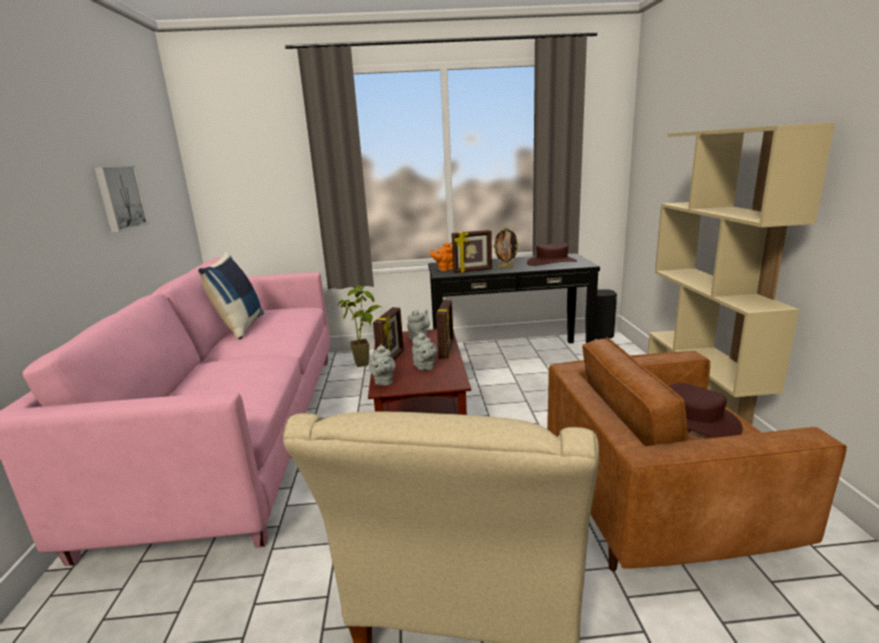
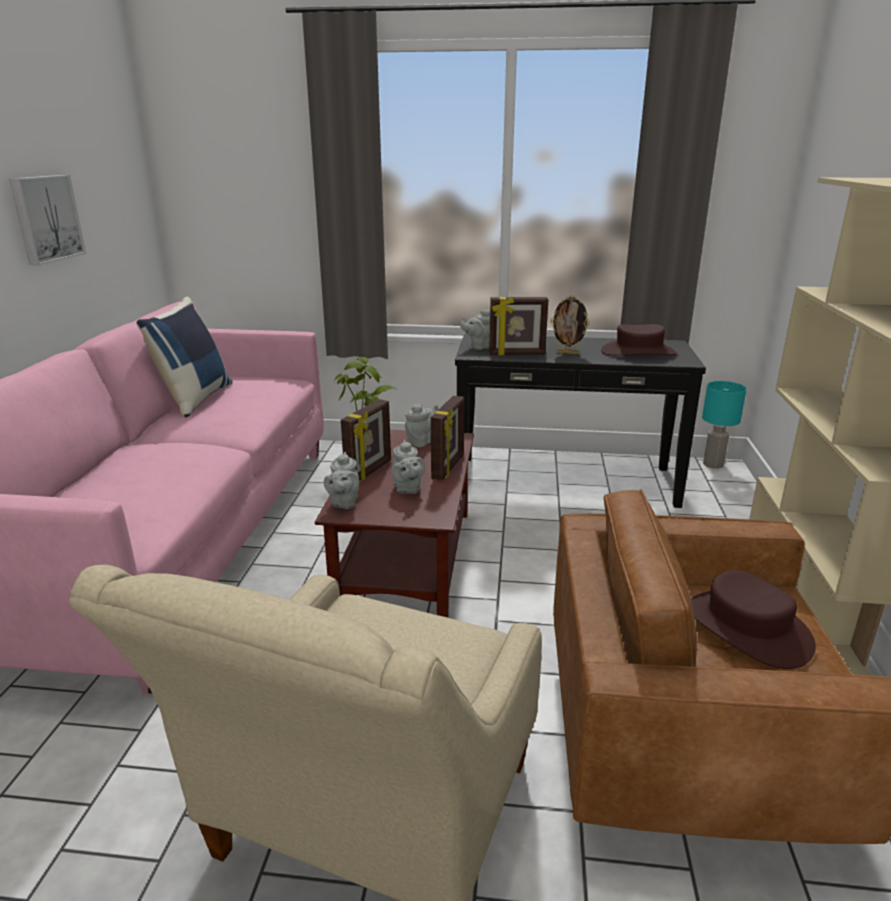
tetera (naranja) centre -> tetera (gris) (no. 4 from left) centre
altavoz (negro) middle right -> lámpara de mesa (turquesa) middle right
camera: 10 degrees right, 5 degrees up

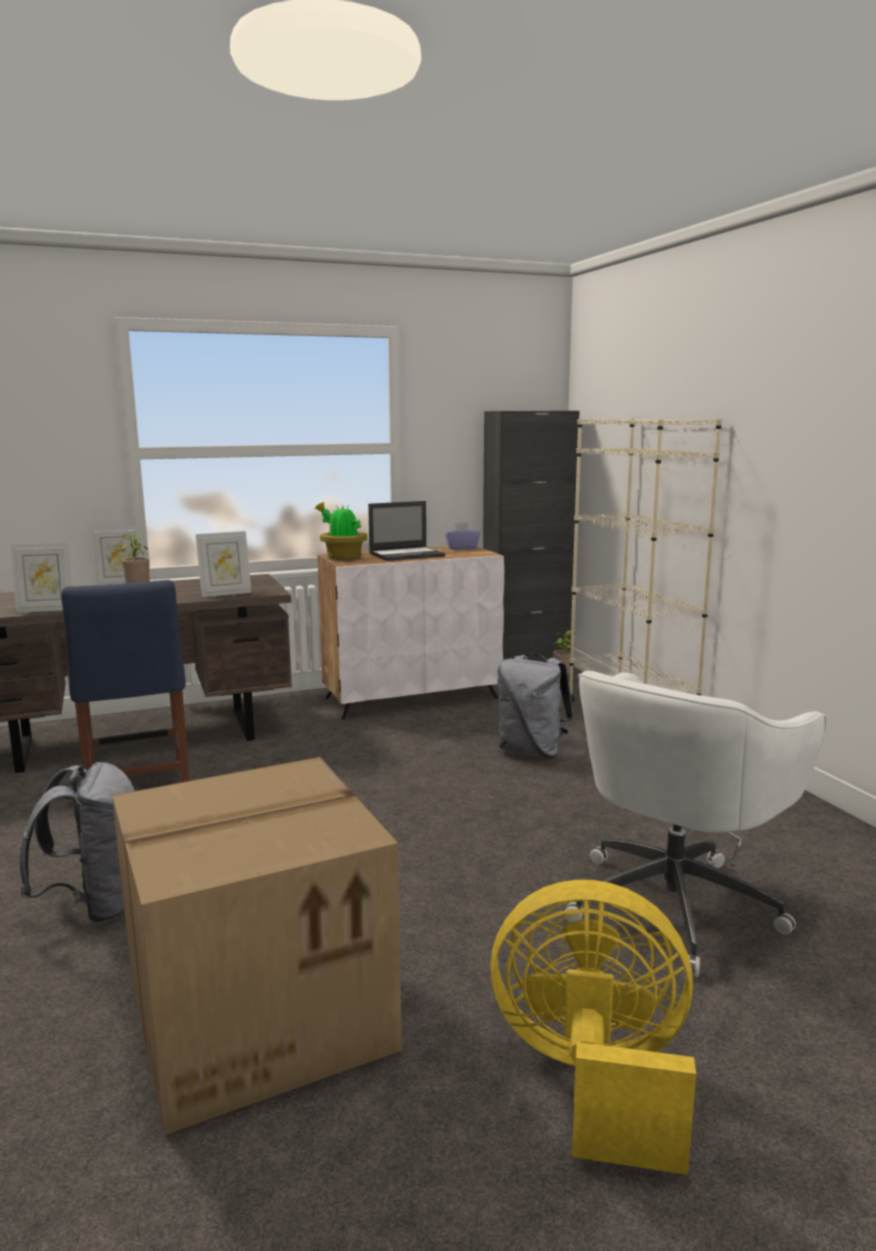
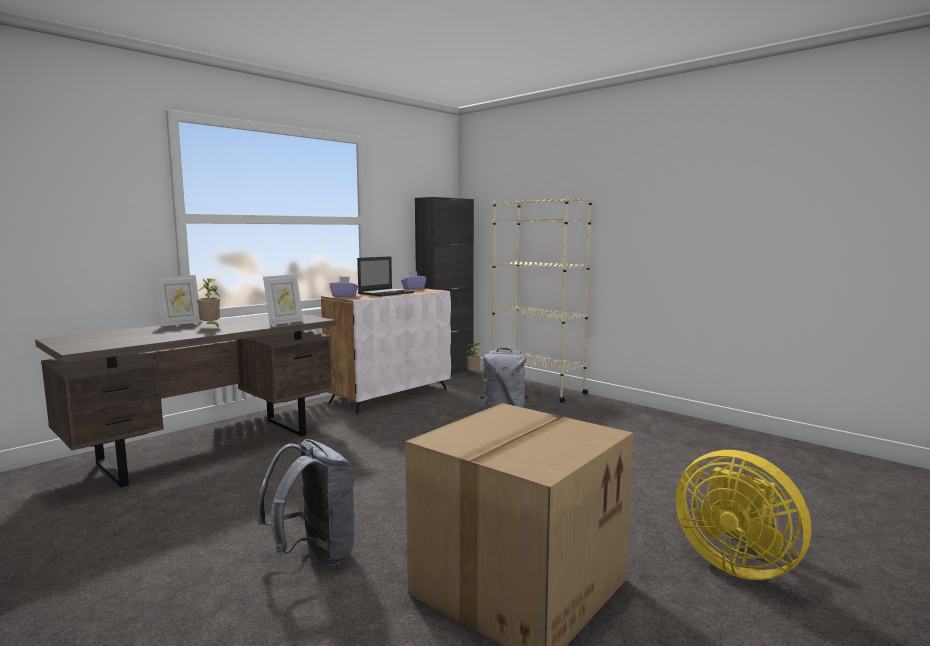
portarretratos (no. 1 from left) middle left -> none
silla (azul) middle left -> none
planta en maceta (no. 2 from left) centre -> caja de pañuelos (morado) (no. 1 from left) centre
ventilador (amarillo) bottom right, 120 degrees counterclockwise
silla de oficina (blanco) middle right -> none
camera: 25 degrees left, 5 degrees down

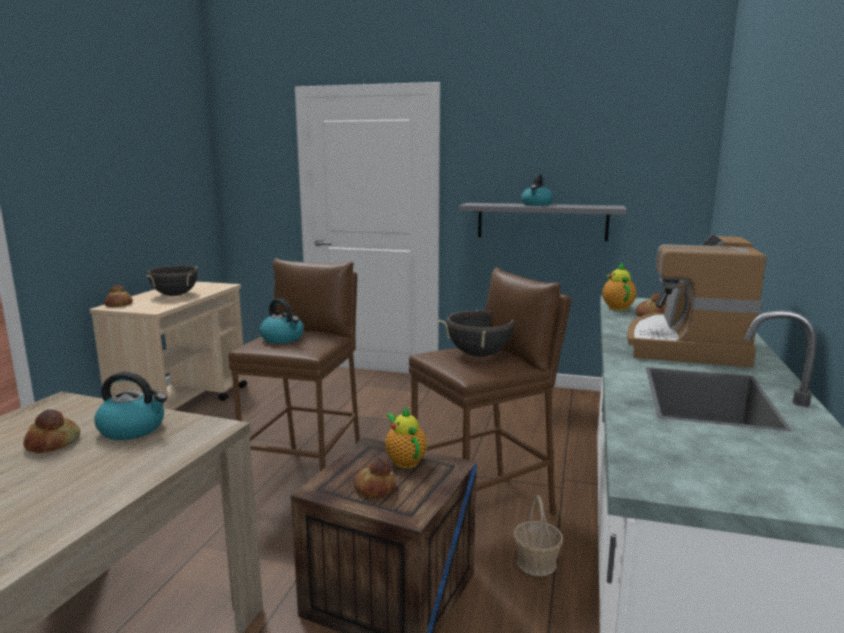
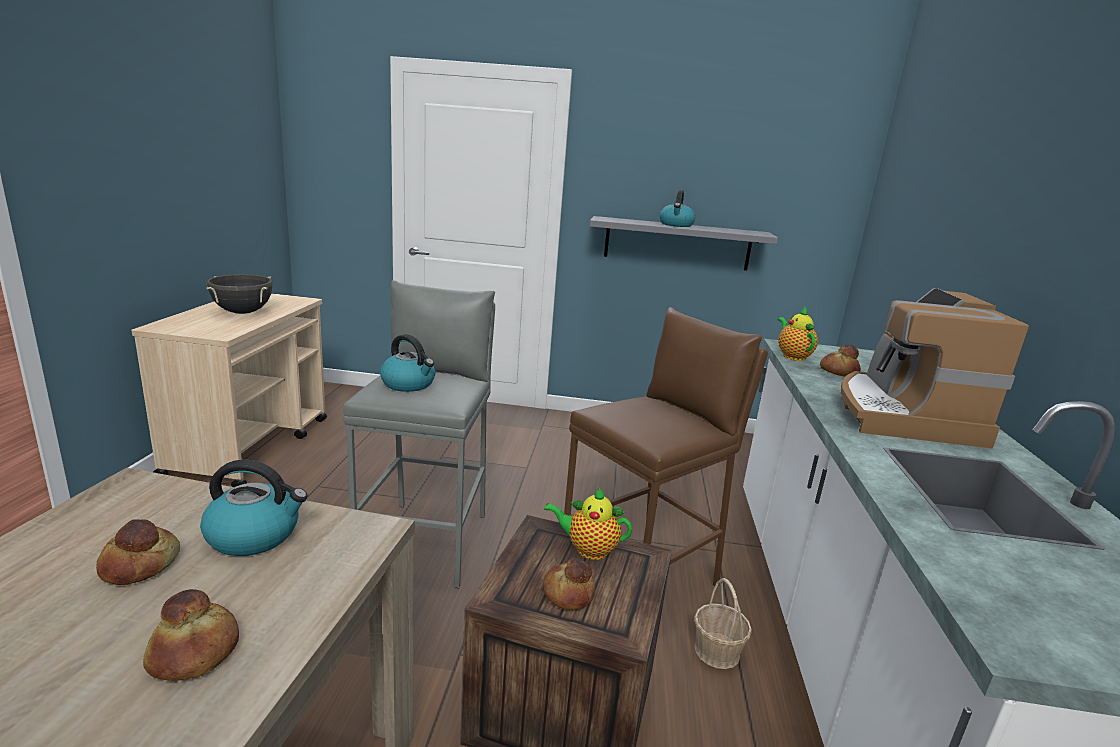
pan (no. 2 from left) middle left -> pan (no. 2 from left) bottom left, shifted
taburete (marrón) (no. 1 from left) centre -> taburete (gris) centre
tetera (no. 1 from left) bottom centre, 45 degrees counterclockwise
olla (negro) (no. 2 from left) centre -> none
camera: 10 degrees left, 5 degrees up

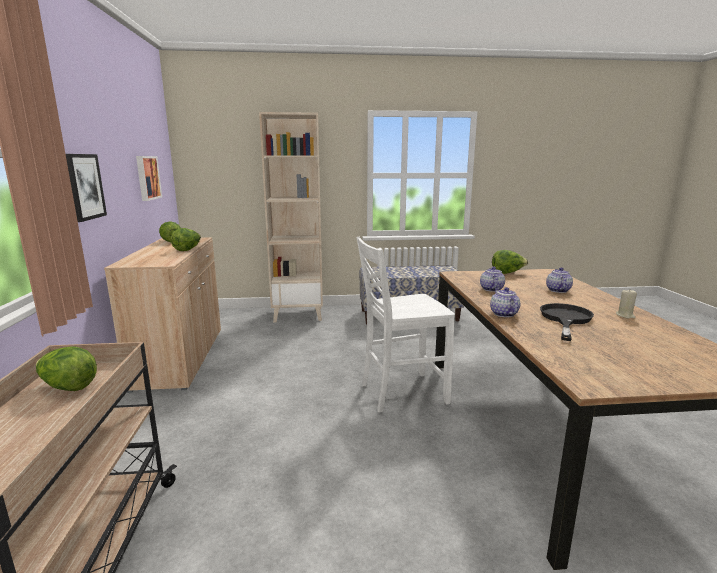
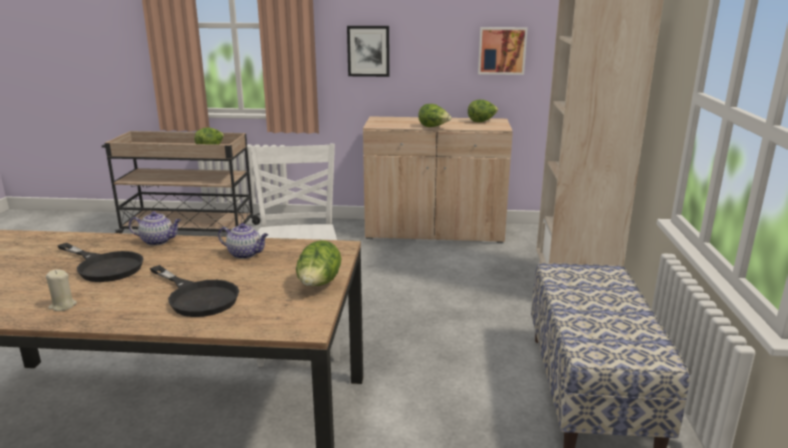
tetera (no. 3 from left) middle right -> sartén (negro) (no. 2 from left) middle left
camera: 100 degrees right, 5 degrees up

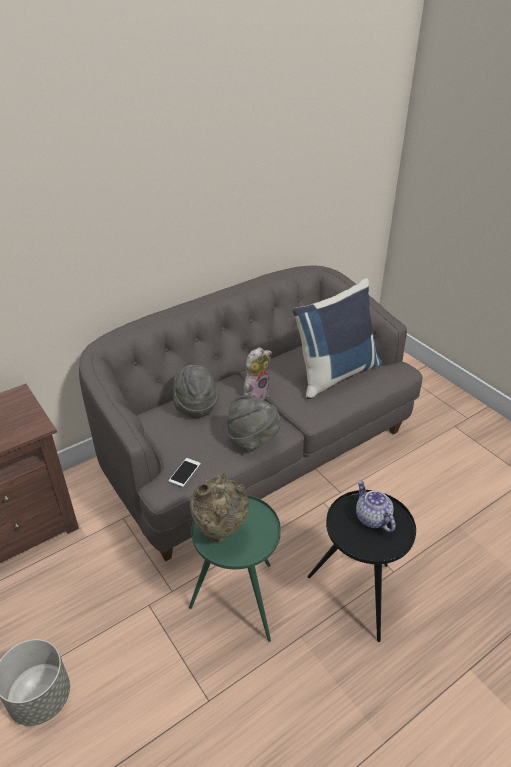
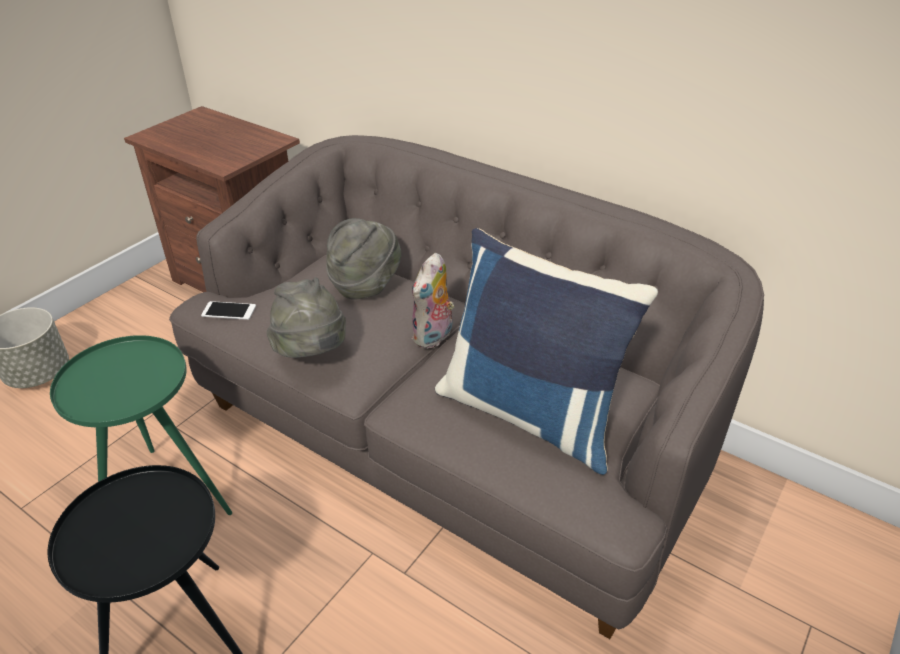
florero (beis) centre -> none
peluche centre, 90 degrees clockwise
tetera middle right -> none
camera: 70 degrees right, 0 degrees up

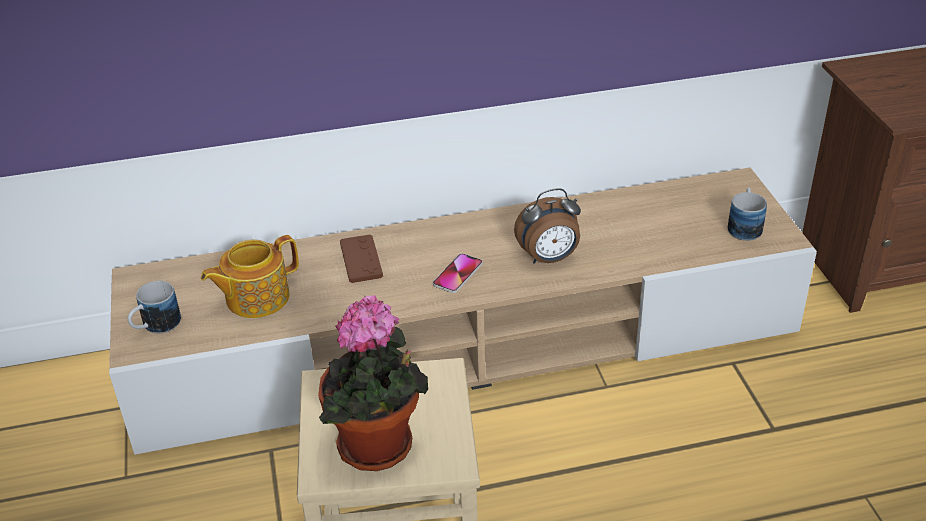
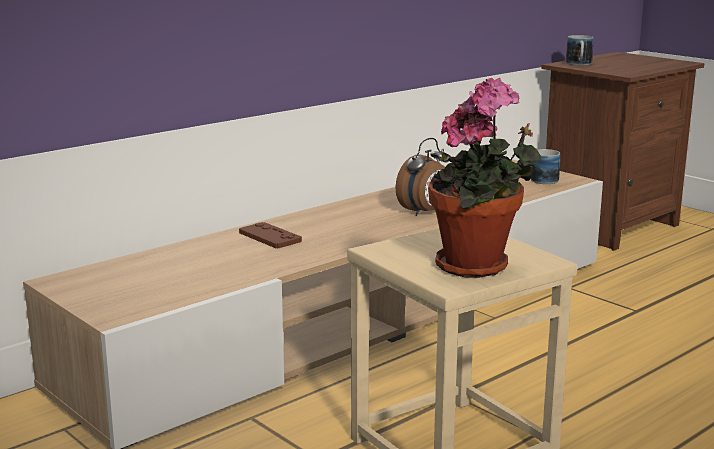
taza grande (no. 1 from left in the first image) middle left -> taza grande (no. 2 from left) top right, shifted
tetera middle left -> none
móvil centre -> none
camera: 30 degrees left, 20 degrees down

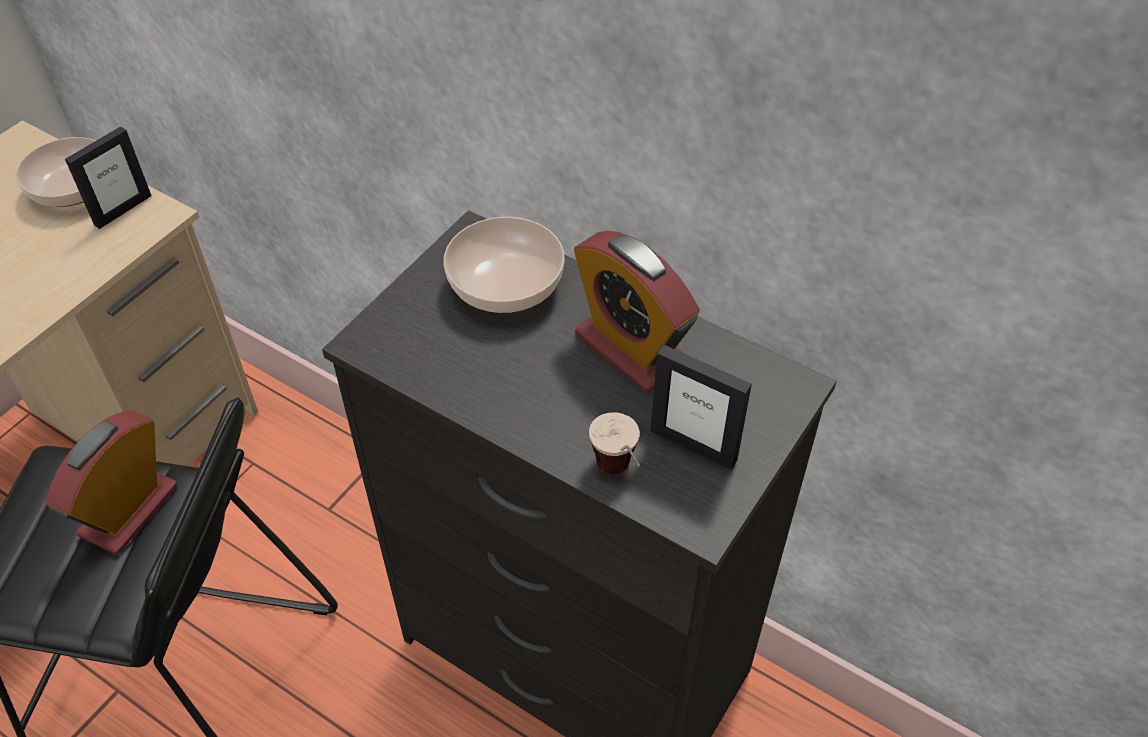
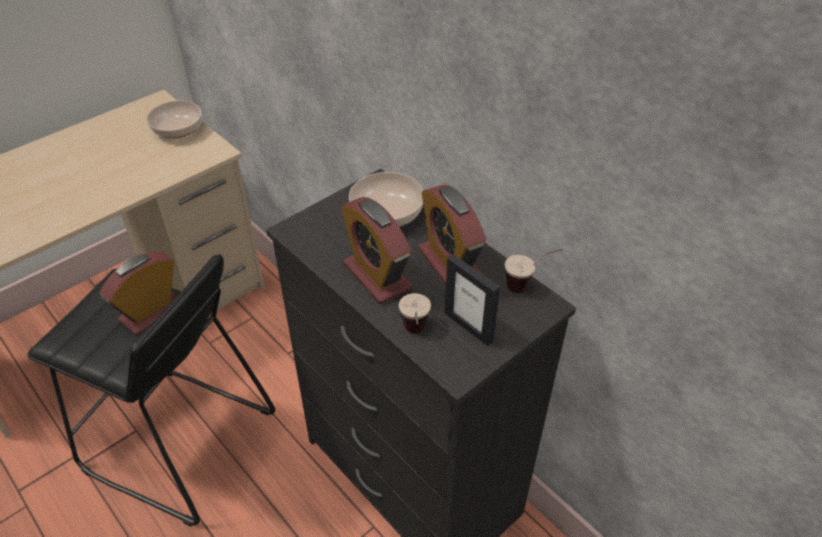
portarretratos (no. 1 from left) top left -> none
none -> despertador (no. 2 from left) centre
none -> taza (no. 2 from left) centre
camera: 15 degrees right, 5 degrees down

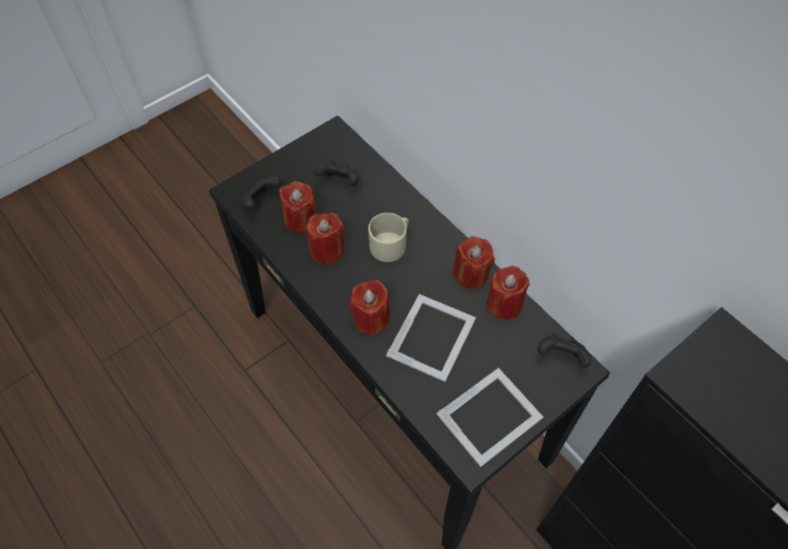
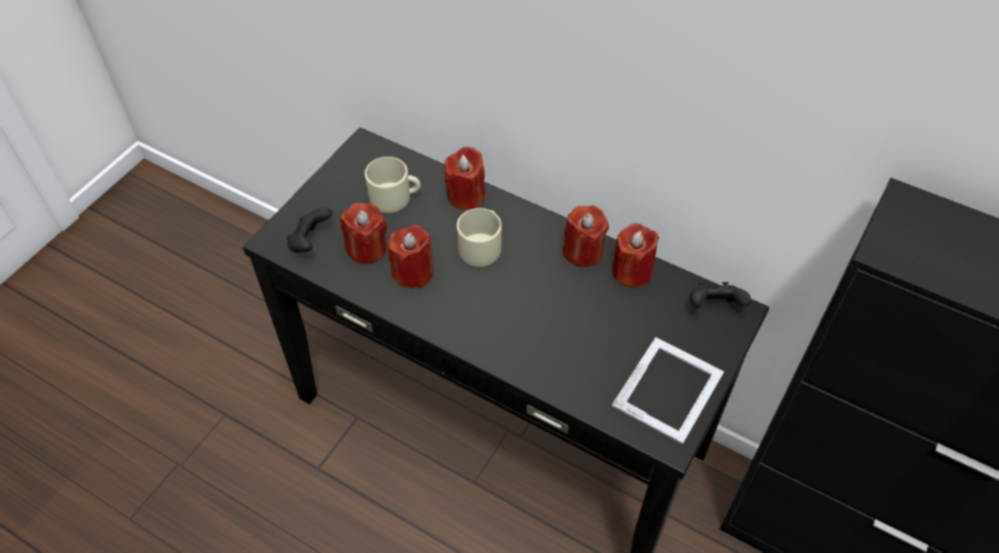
mando de consola (negro) (no. 2 from left) top centre -> taza grande (beis) (no. 1 from left) centre
vela (rojo) (no. 3 from left) centre -> vela (rojo) (no. 3 from left) top centre, shifted
portarretratos (no. 1 from left) centre -> none
camera: 20 degrees left, 5 degrees down

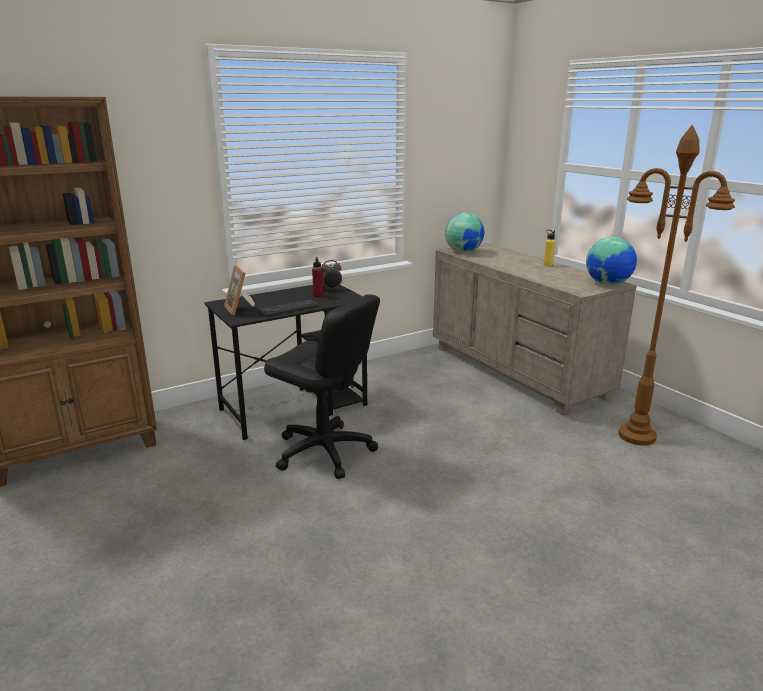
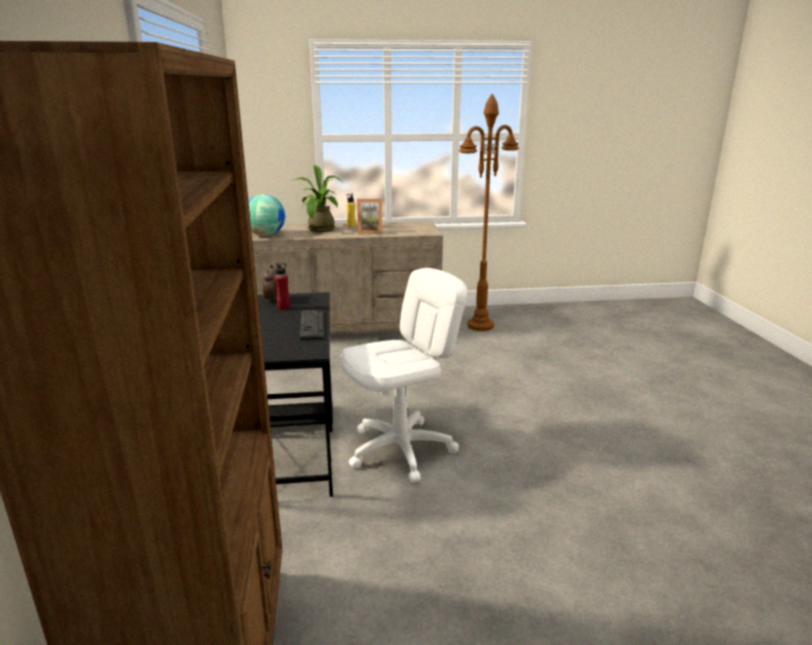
portarretratos middle left -> portarretratos centre, shifted
silla de oficina (negro) centre -> silla de oficina (blanco) centre
globo terráqueo (no. 2 from left) middle right -> none
none -> planta en maceta top centre
camera: 65 degrees left, 0 degrees up

